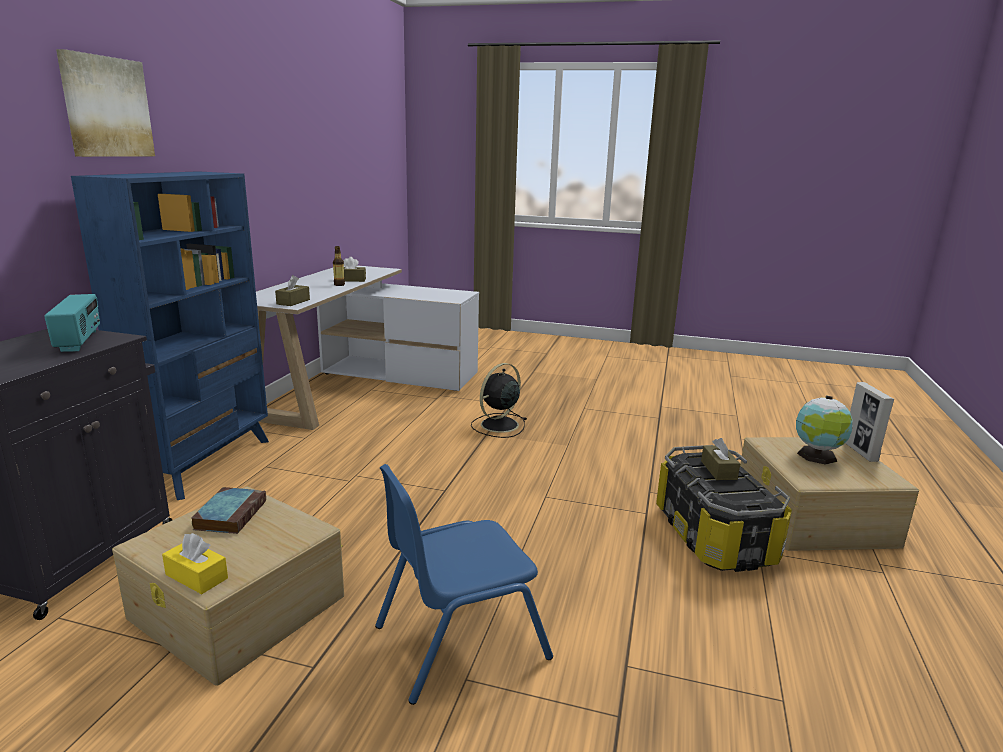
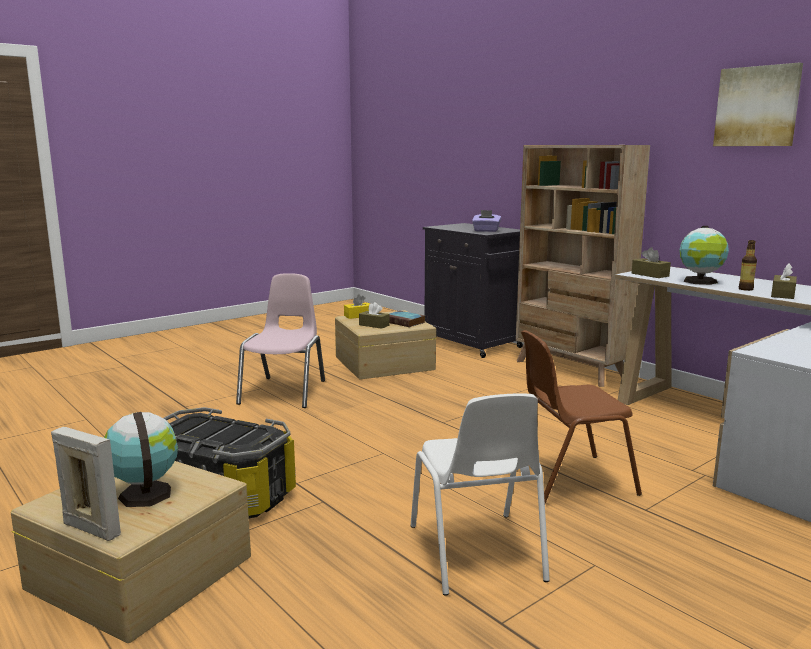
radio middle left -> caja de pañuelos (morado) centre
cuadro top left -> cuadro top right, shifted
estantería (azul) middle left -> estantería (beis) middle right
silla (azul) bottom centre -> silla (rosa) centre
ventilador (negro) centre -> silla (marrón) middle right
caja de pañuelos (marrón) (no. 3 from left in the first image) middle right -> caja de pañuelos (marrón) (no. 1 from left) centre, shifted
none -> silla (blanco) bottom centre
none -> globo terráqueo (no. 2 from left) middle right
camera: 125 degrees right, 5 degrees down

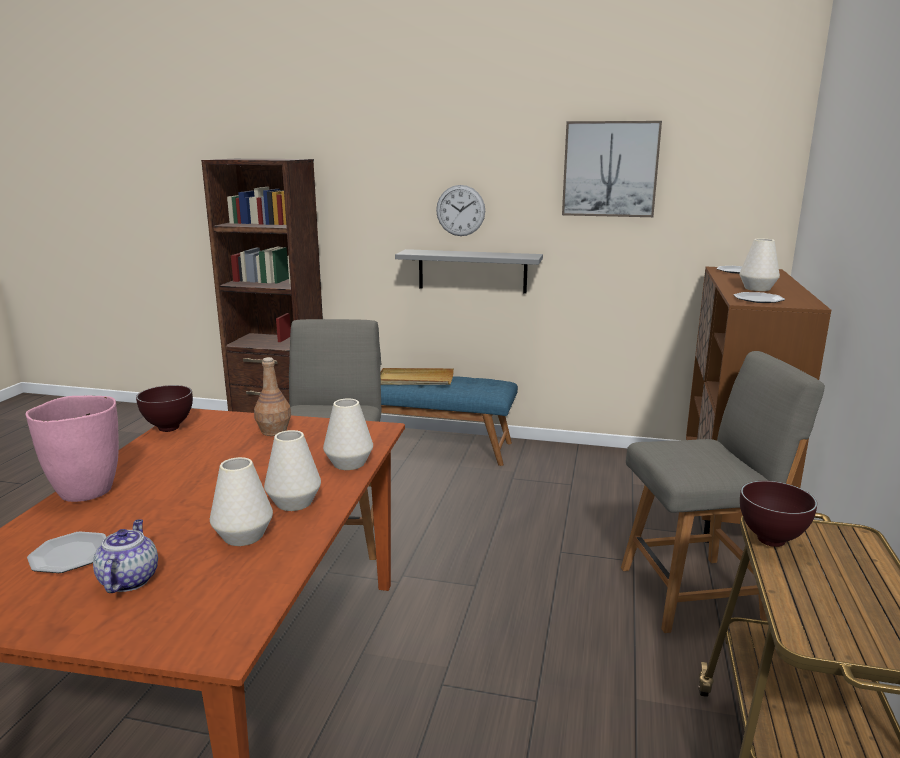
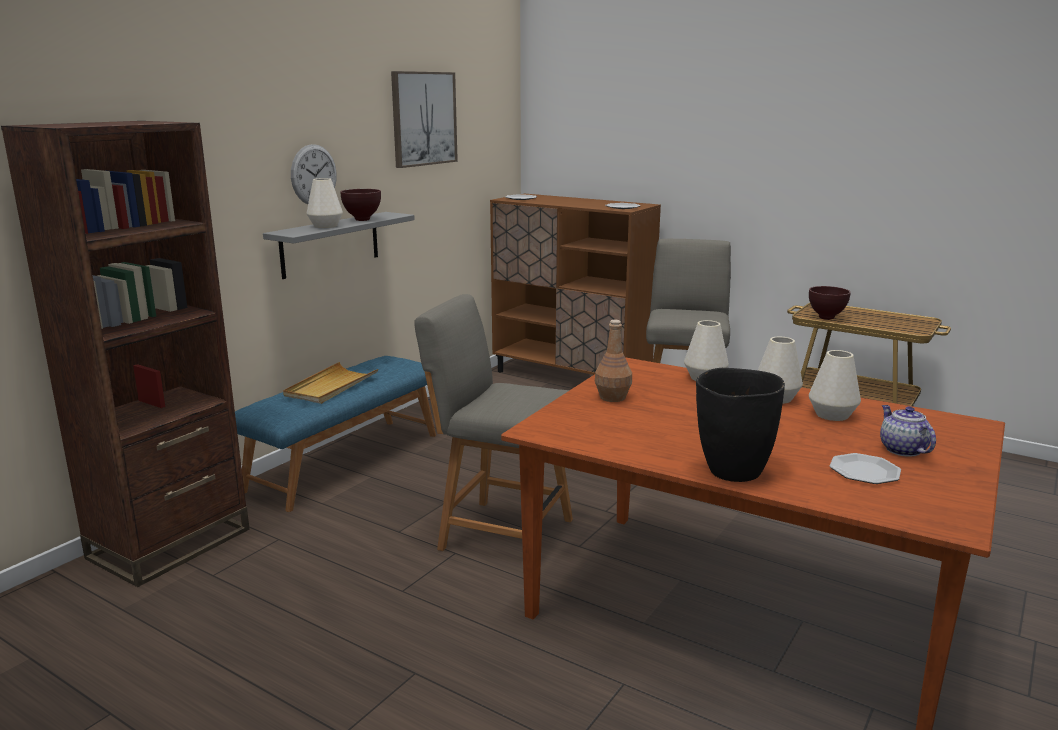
florero (rosa) middle left -> florero (negro) middle right
tetera bottom left -> tetera middle right, 60 degrees clockwise
cuenco (marrón) (no. 1 from left) middle left -> cuenco (marrón) (no. 1 from left) top centre, shifted
florero (blanco) (no. 4 from left in the first image) middle right -> florero (blanco) (no. 1 from left) top left, shifted
camera: 70 degrees left, 0 degrees up

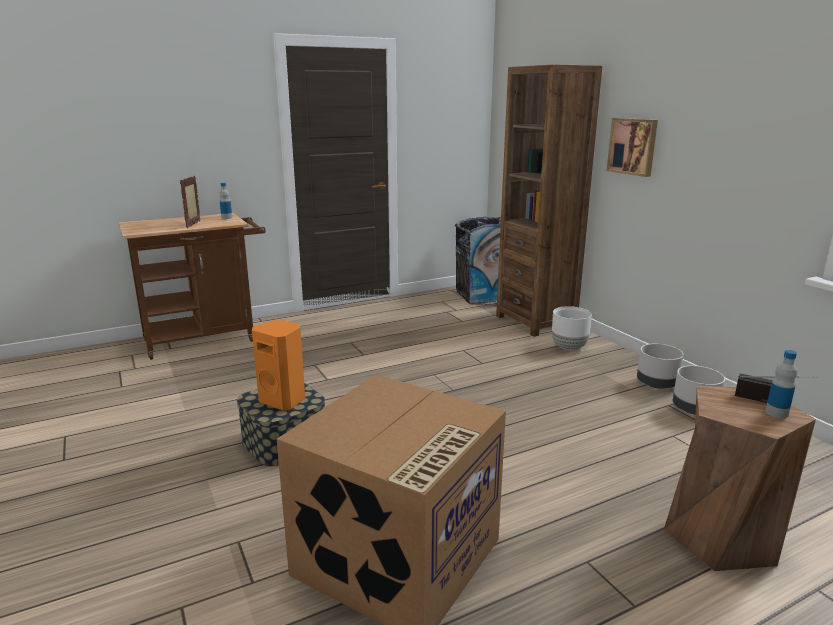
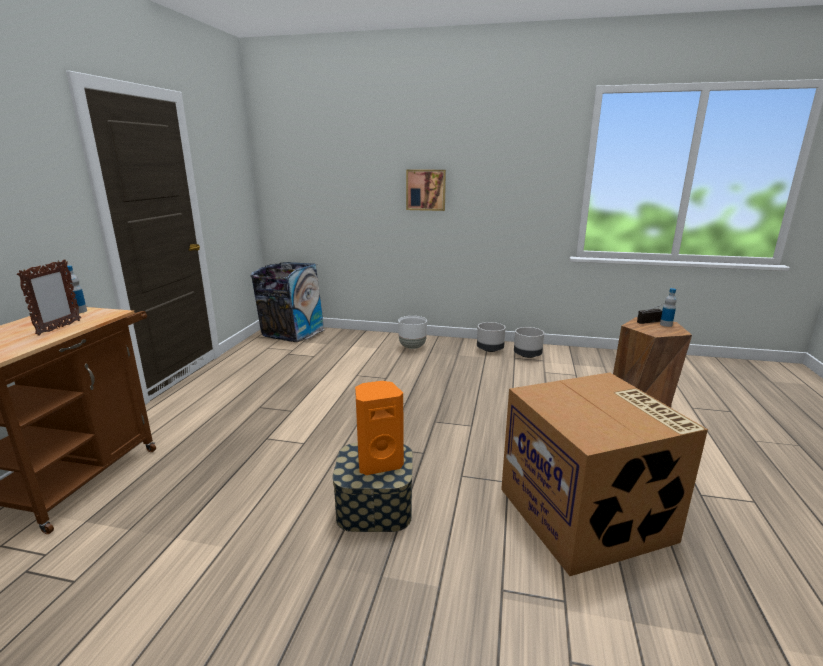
portarretratos top left -> portarretratos middle left, 120 degrees counterclockwise
estantería (marrón) top centre -> none
camera: 50 degrees left, 0 degrees up

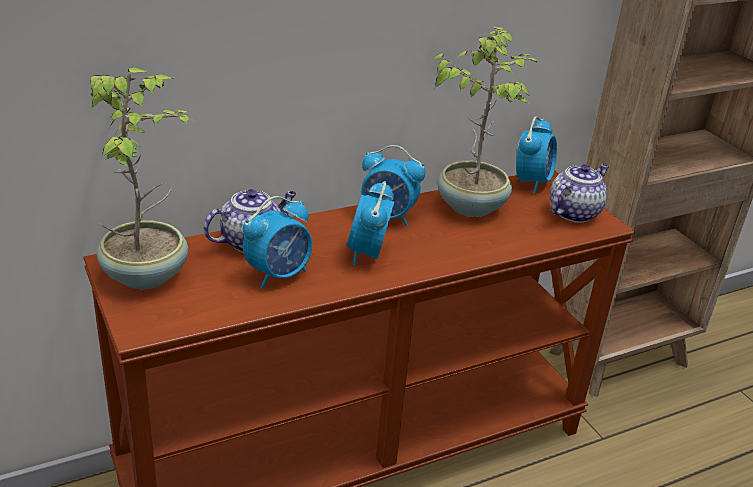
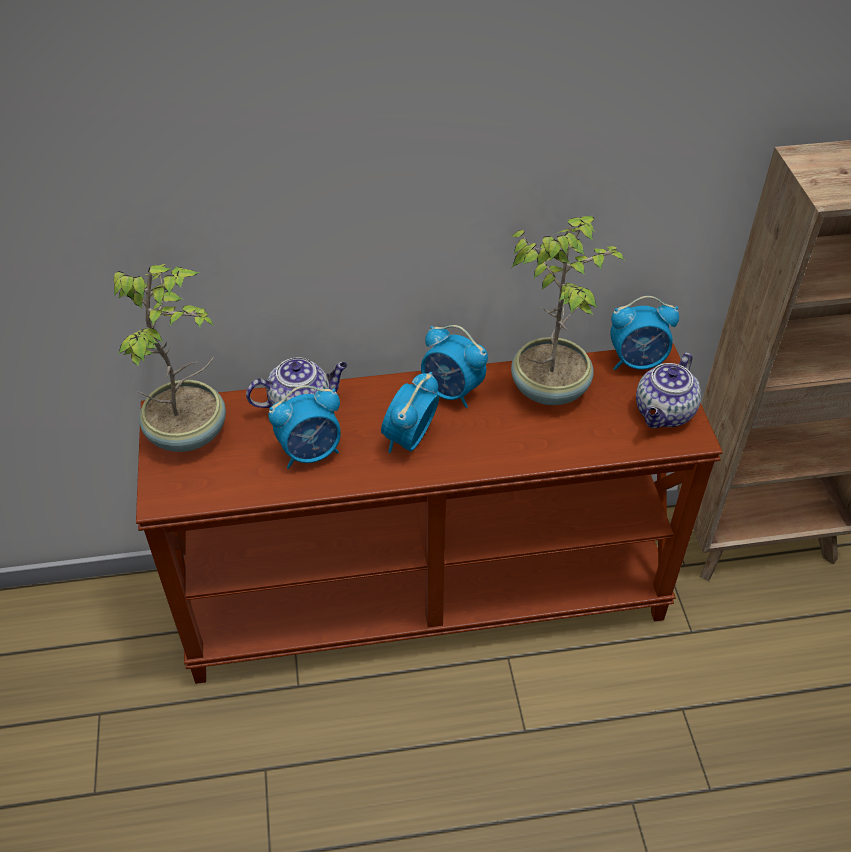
despertador (no. 4 from left) top right -> despertador (no. 4 from left) middle right, 45 degrees clockwise
tetera (no. 2 from left) middle right, 150 degrees clockwise
camera: 20 degrees right, 15 degrees up

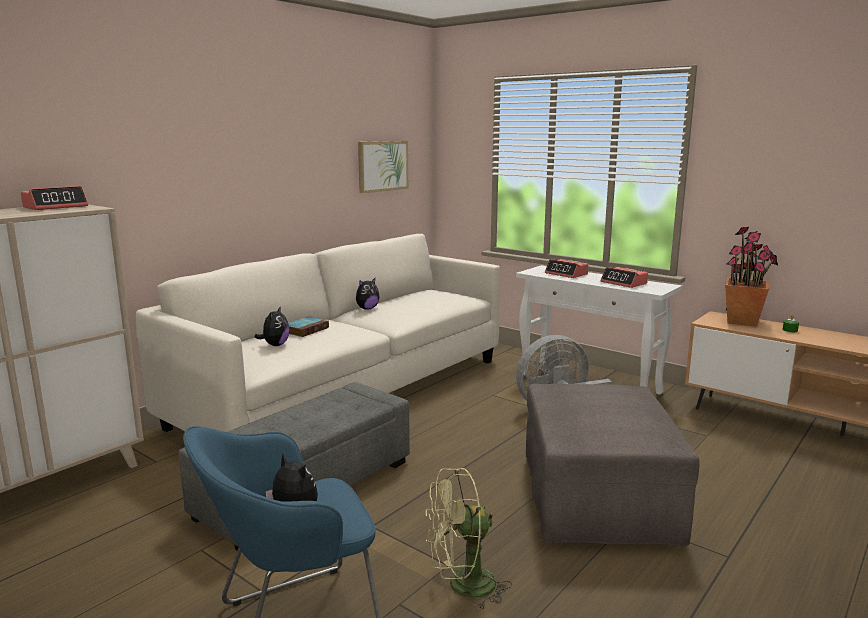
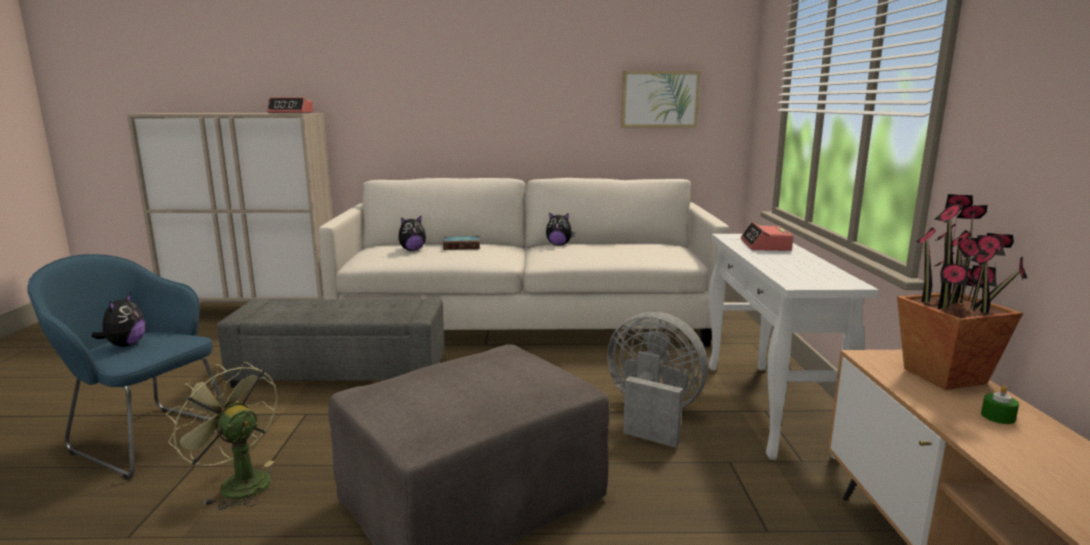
despertador (no. 3 from left) middle right -> none
camera: 50 degrees right, 0 degrees up

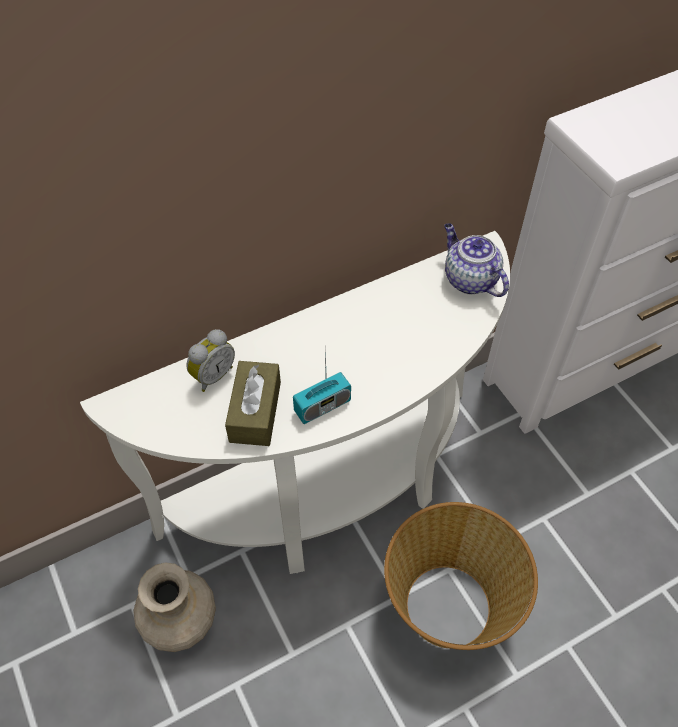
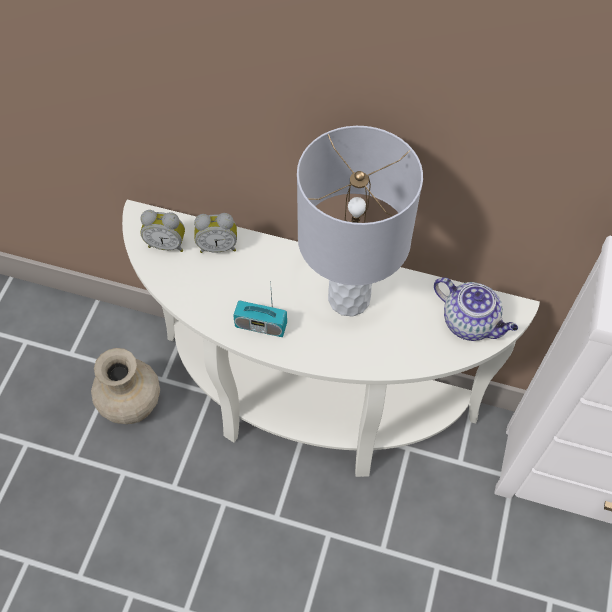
caja de pañuelos (marrón) centre -> none
cesta bottom right -> none
tetera middle right, 120 degrees clockwise
none -> despertador (no. 1 from left) middle left
none -> lámpara de mesa (gris) centre
camera: 45 degrees right, 5 degrees up

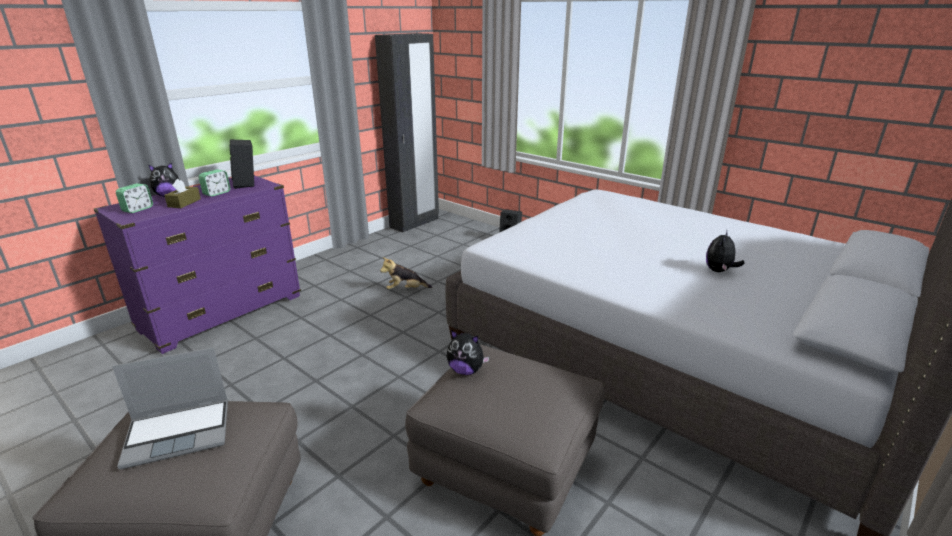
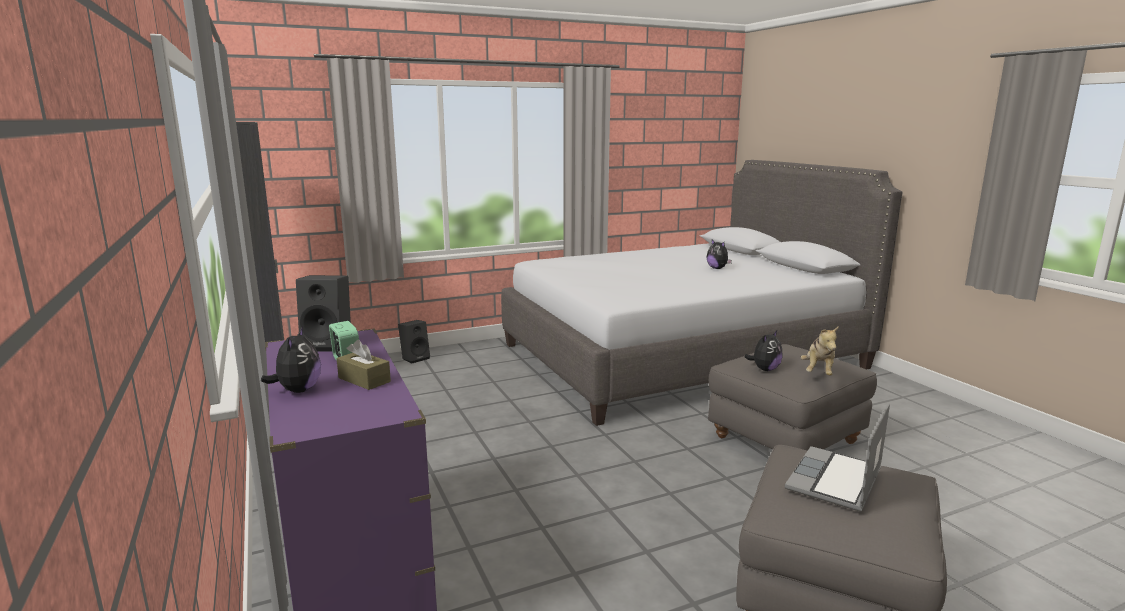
portátil bottom left -> portátil bottom right, 150 degrees counterclockwise
despertador (no. 1 from left) middle left -> none
peluche (no. 2 from left in the first image) centre -> peluche (no. 4 from left) middle right, shifted
camera: 65 degrees left, 10 degrees down

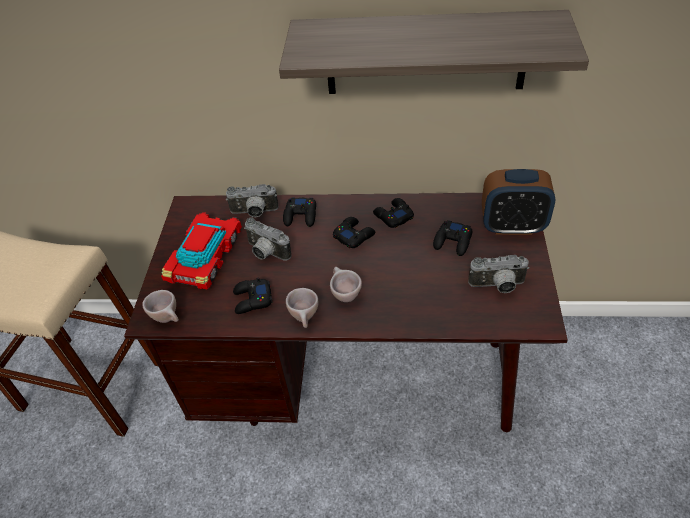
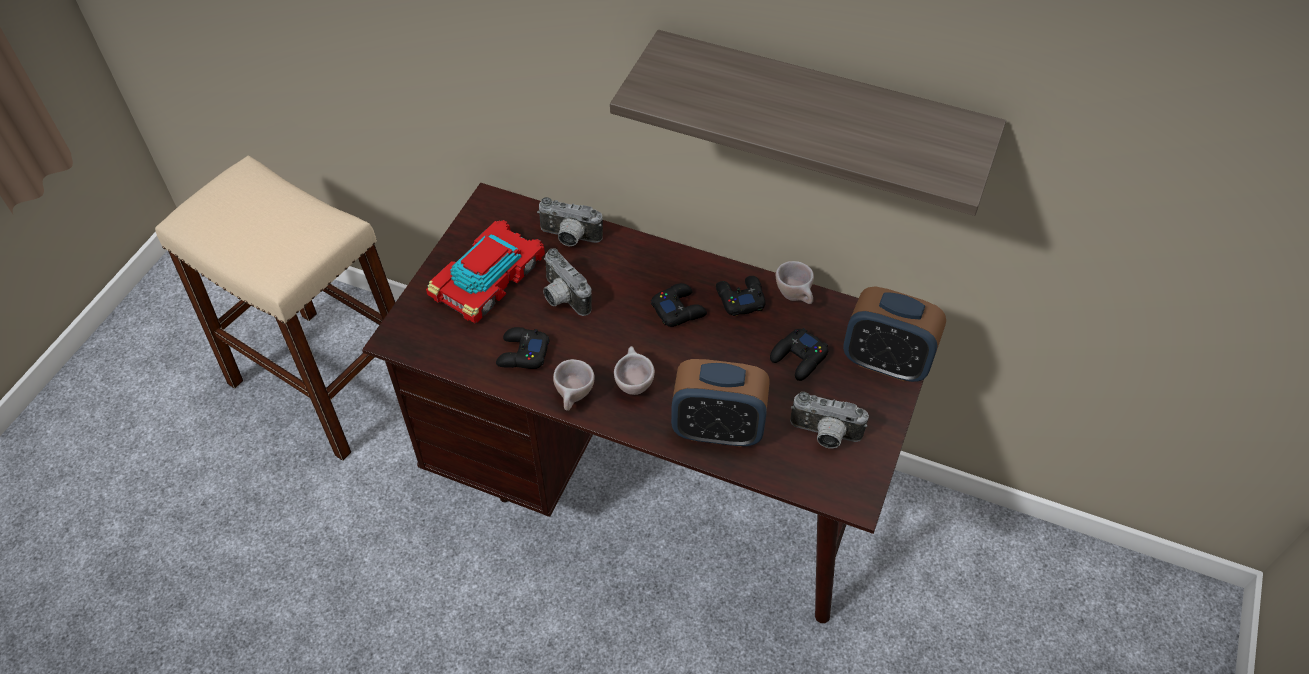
taza (beis) (no. 1 from left in the first image) middle left -> taza (beis) (no. 3 from left) centre, shifted
mando de consola (negro) (no. 2 from left) centre -> none
none -> despertador (no. 1 from left) centre
camera: 15 degrees right, 5 degrees up

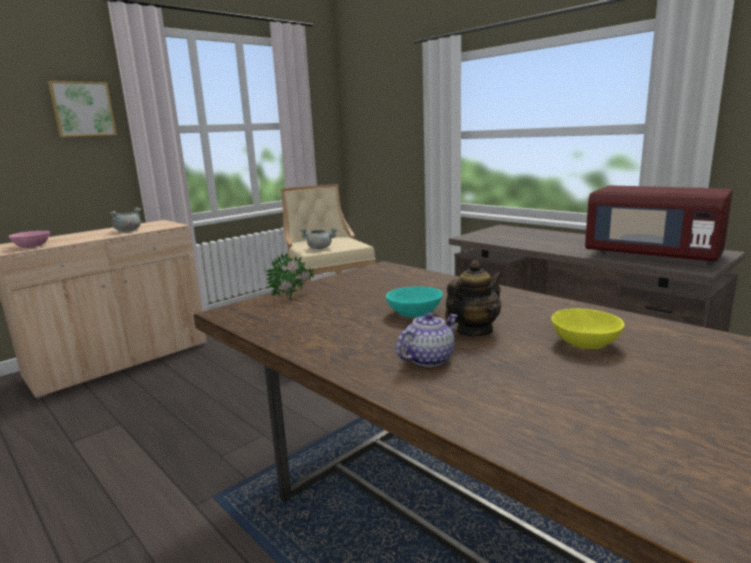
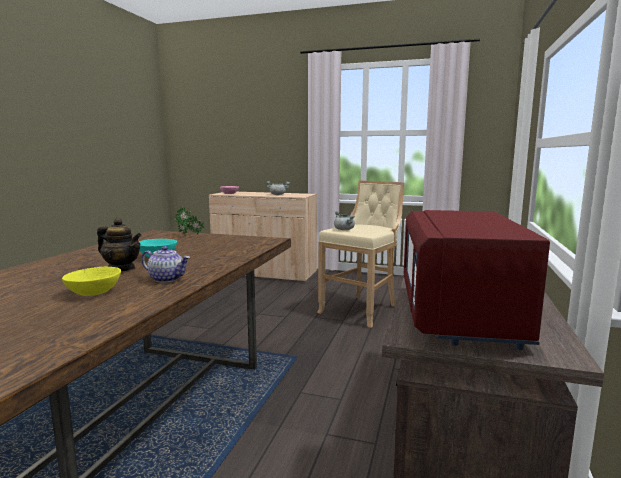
cuadro top left -> none
tetera (no. 1 from left in the first image) centre -> tetera (no. 2 from left) middle left, shifted
camera: 60 degrees right, 5 degrees down

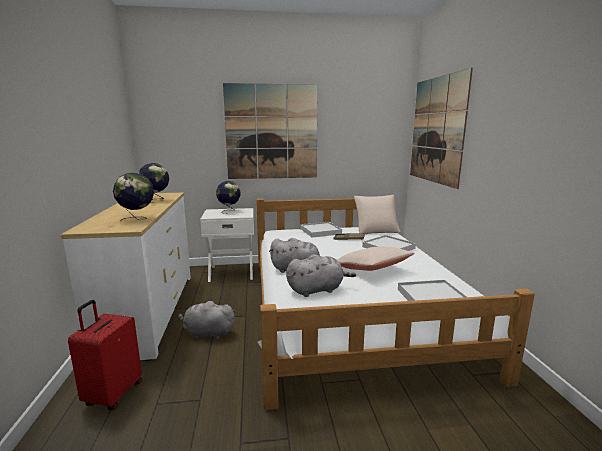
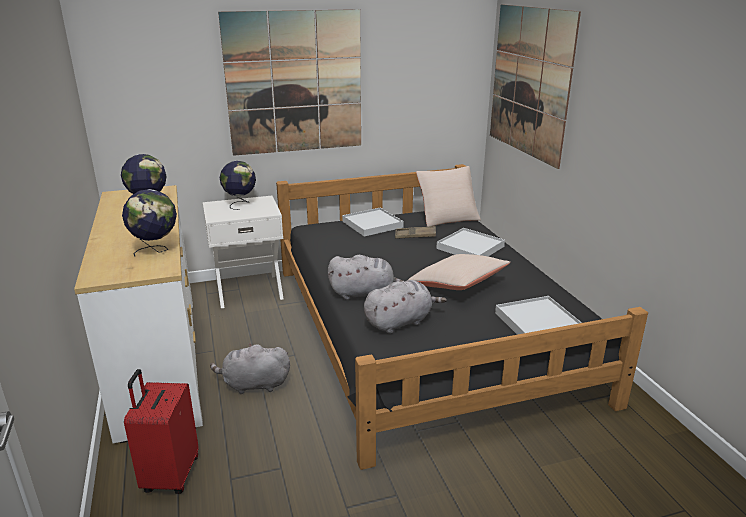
cama (blanco) bottom centre -> cama (negro) centre
camera: 10 degrees left, 10 degrees up

